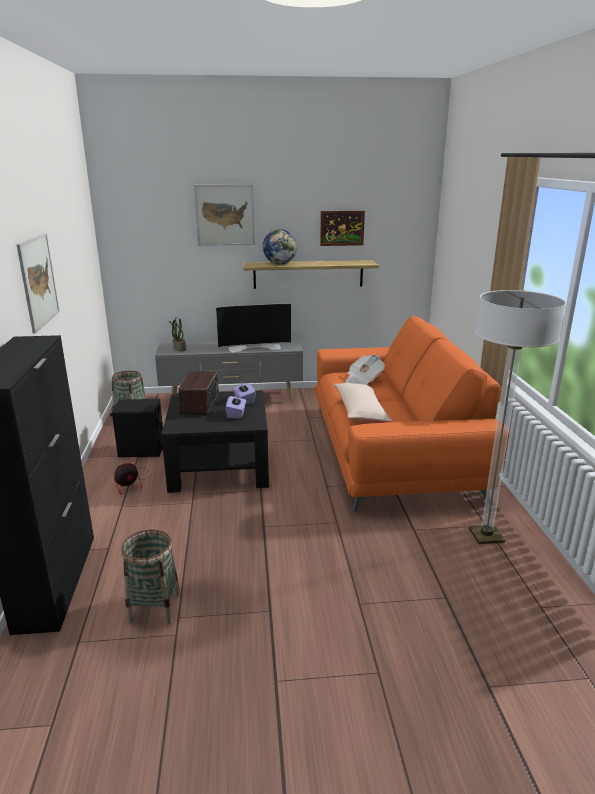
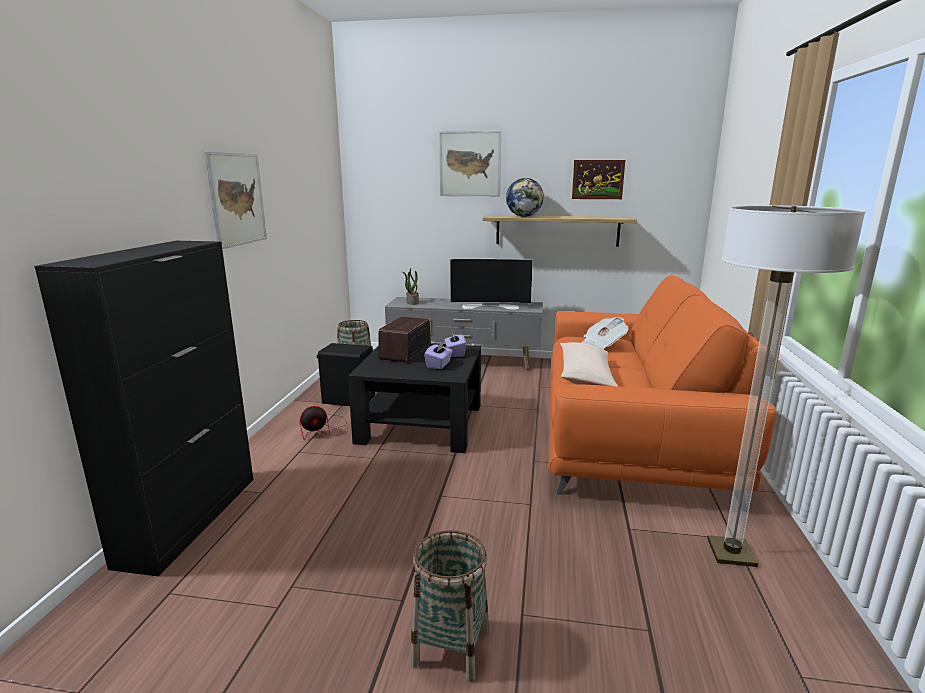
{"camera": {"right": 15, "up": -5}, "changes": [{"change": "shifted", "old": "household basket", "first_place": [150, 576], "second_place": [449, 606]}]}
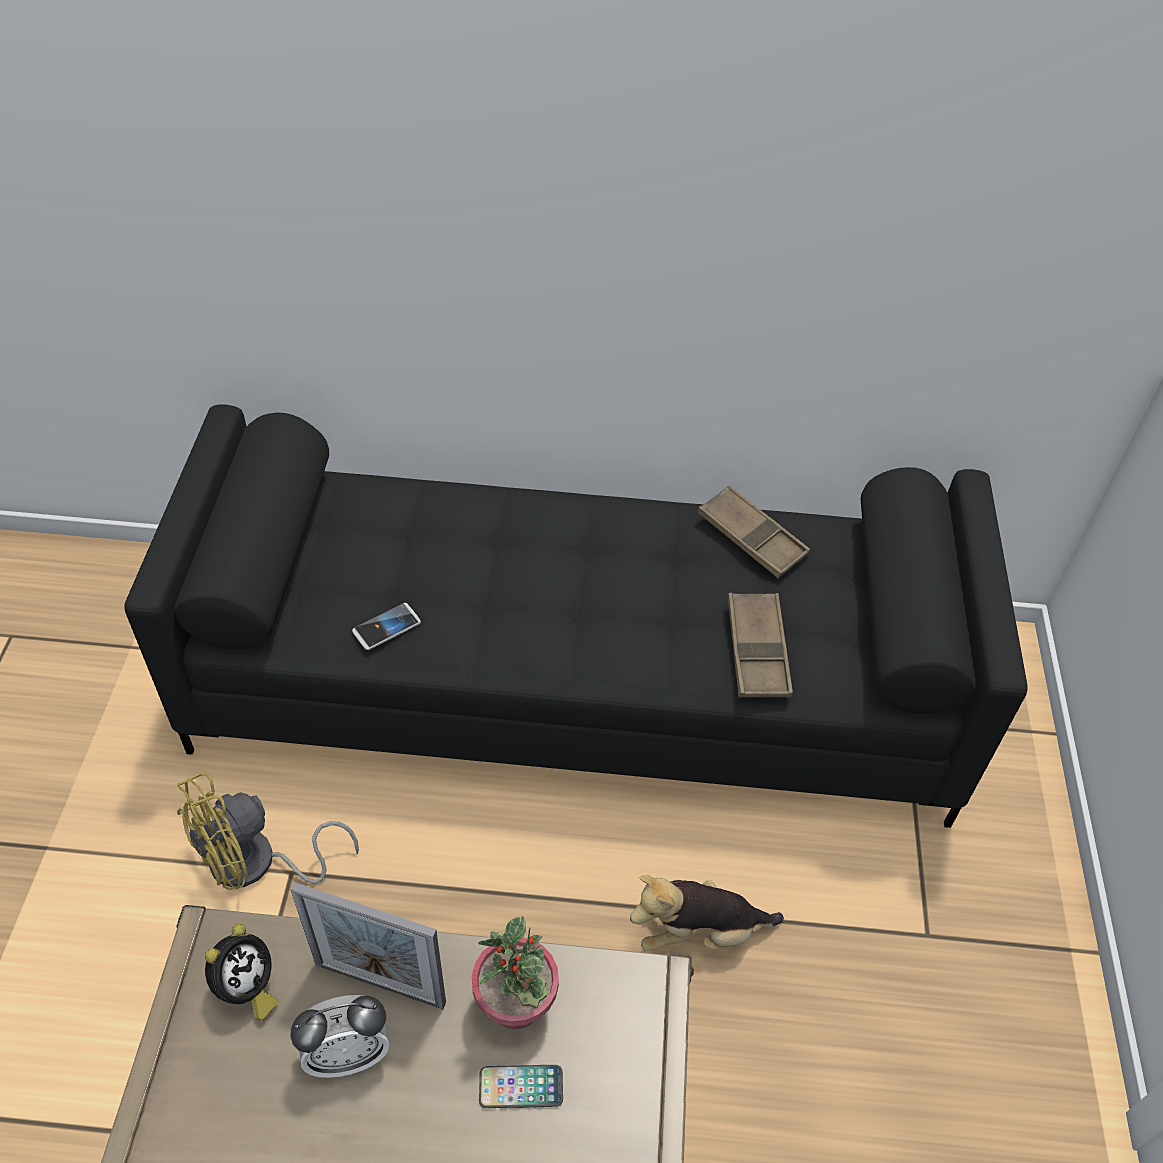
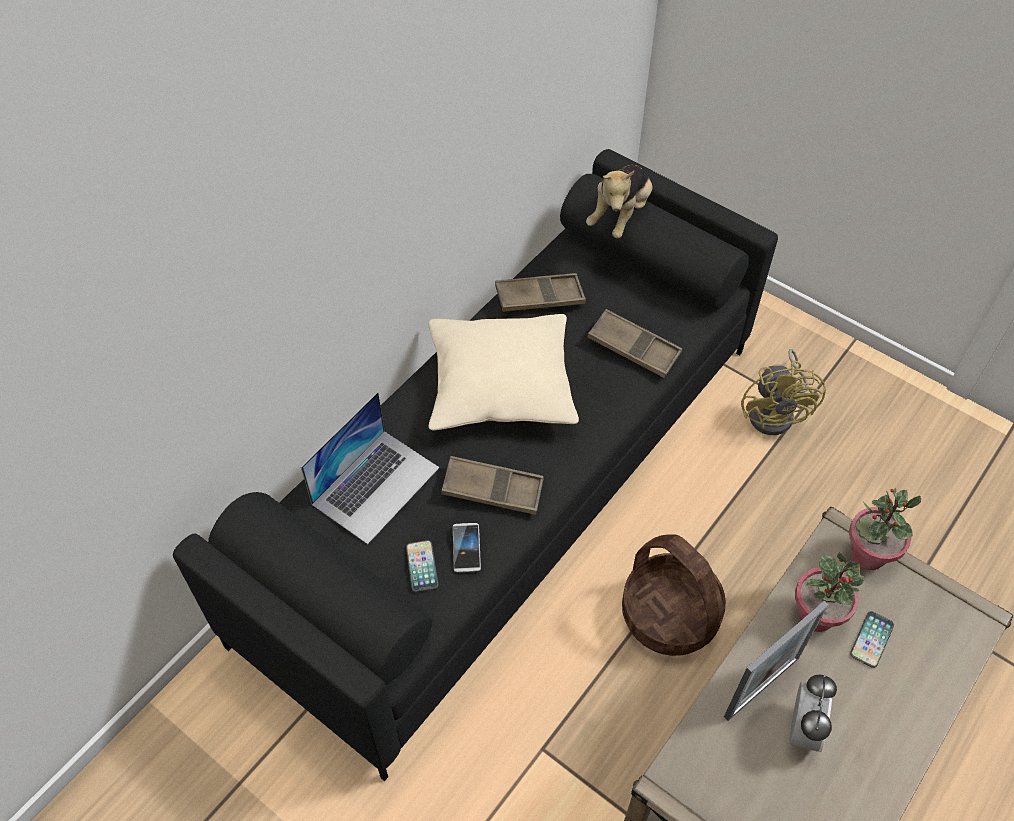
{"camera": {"right": -55, "up": 5}, "changes": [{"change": "gone", "old": "alarm clock", "first_place": [241, 972]}, {"change": "new", "new": "laptop", "second_place": [370, 468]}, {"change": "new", "new": "phone", "second_place": [422, 566]}, {"change": "new", "new": "beige pillow", "second_place": [503, 372]}, {"change": "new", "new": "brown serving tray", "second_place": [492, 485]}, {"change": "new", "new": "household basket", "second_place": [674, 595]}, {"change": "new", "new": "potted plant", "second_place": [885, 529]}, {"change": "shifted", "old": "yellowish fan", "first_place": [268, 831], "second_place": [783, 392]}, {"change": "shifted", "old": "soft toy", "first_place": [707, 913], "second_place": [619, 202]}]}
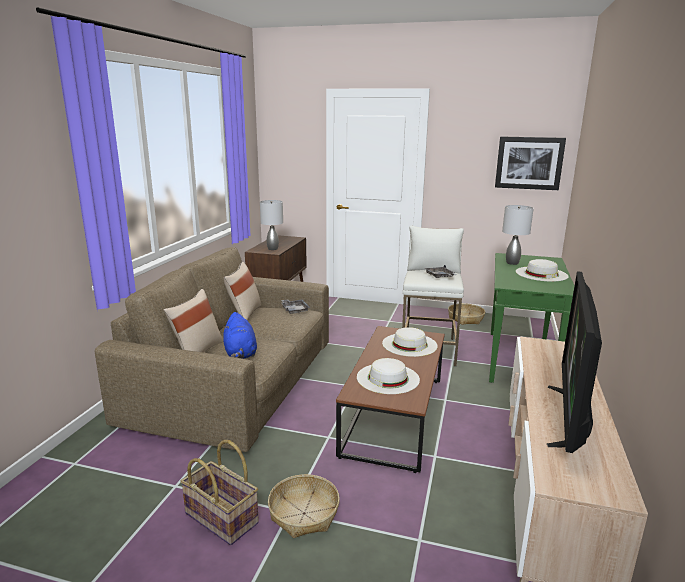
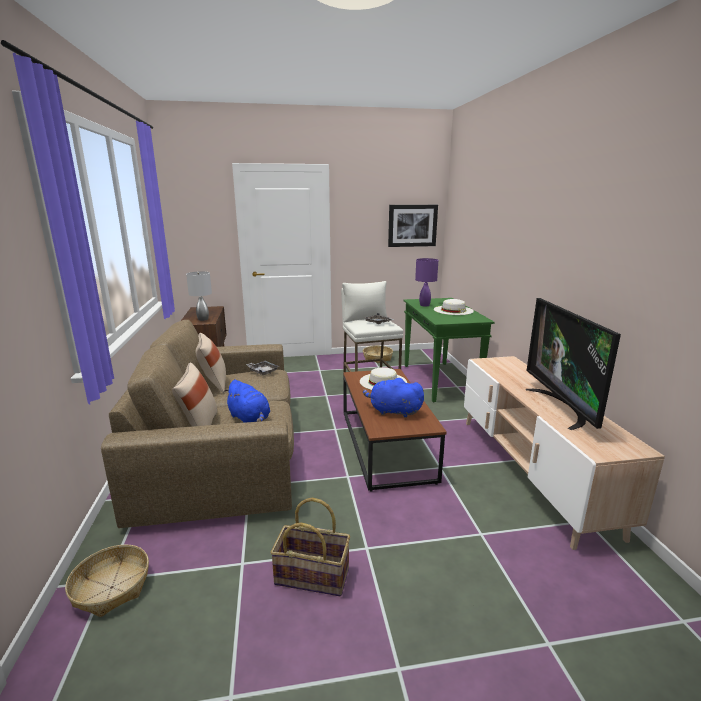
{"camera": {"right": -25, "up": 0}, "changes": [{"change": "shifted", "old": "household basket", "first_place": [304, 506], "second_place": [107, 581]}, {"change": "swapped", "old": "whitish hat", "new": "bluish soft toy", "first_place": [388, 376], "second_place": [393, 398]}, {"change": "repainted", "old": "greyish tabletop lamp", "new": "purplish tabletop lamp", "first_place": [518, 235], "second_place": [426, 282]}]}
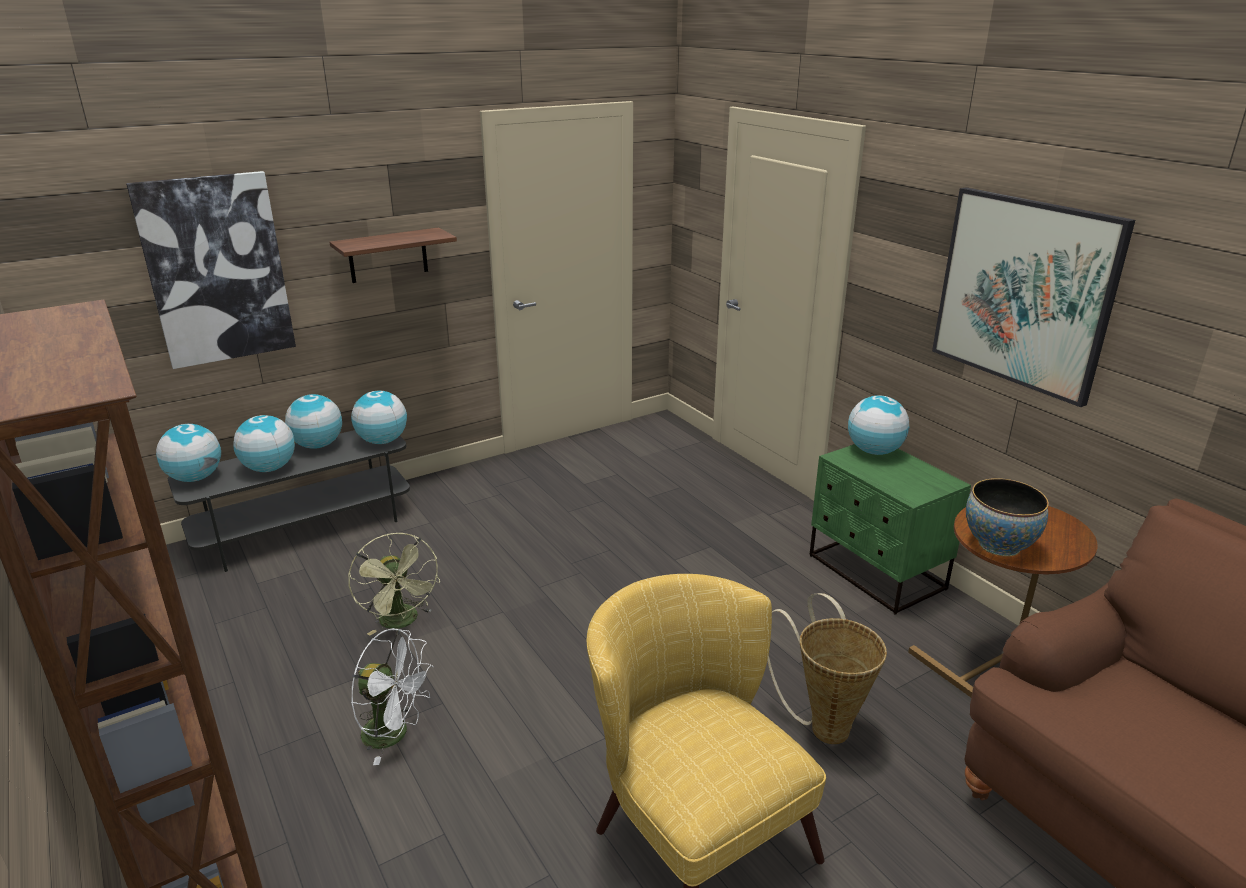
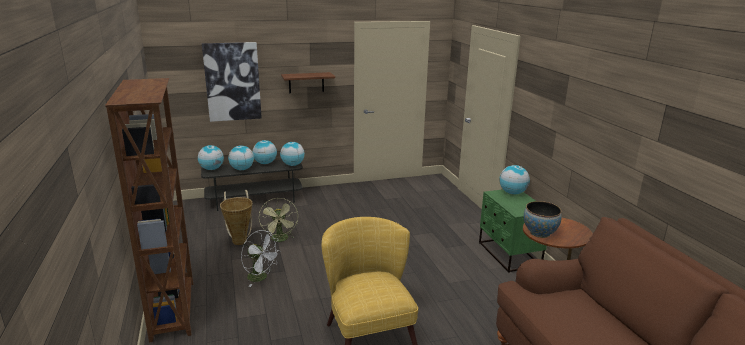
{"camera": {"right": 15, "up": -5}, "changes": [{"change": "gone", "old": "wall art", "first_place": [1033, 297]}, {"change": "shifted", "old": "household basket", "first_place": [827, 668], "second_place": [236, 217]}]}
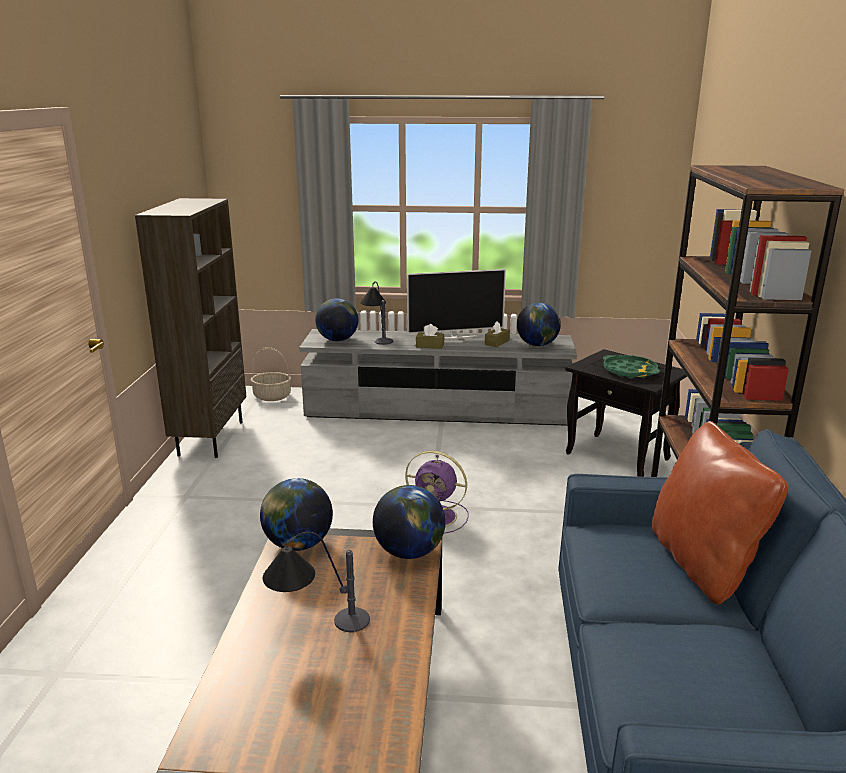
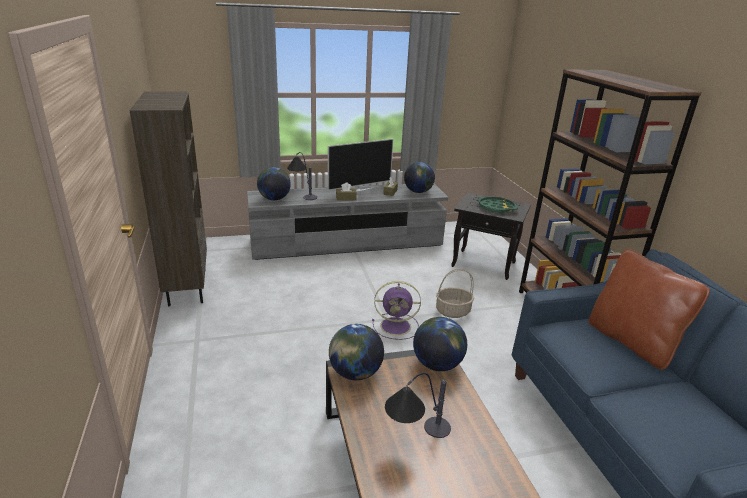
{"camera": {"right": -20, "up": 5}, "changes": [{"change": "shifted", "old": "household basket", "first_place": [271, 374], "second_place": [455, 293]}]}
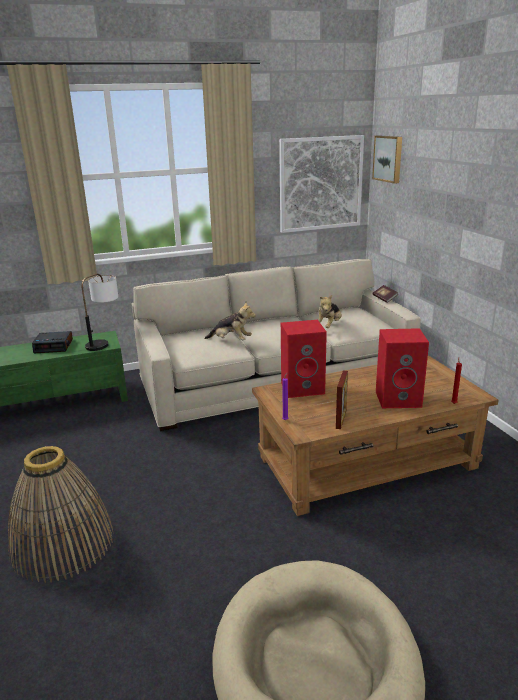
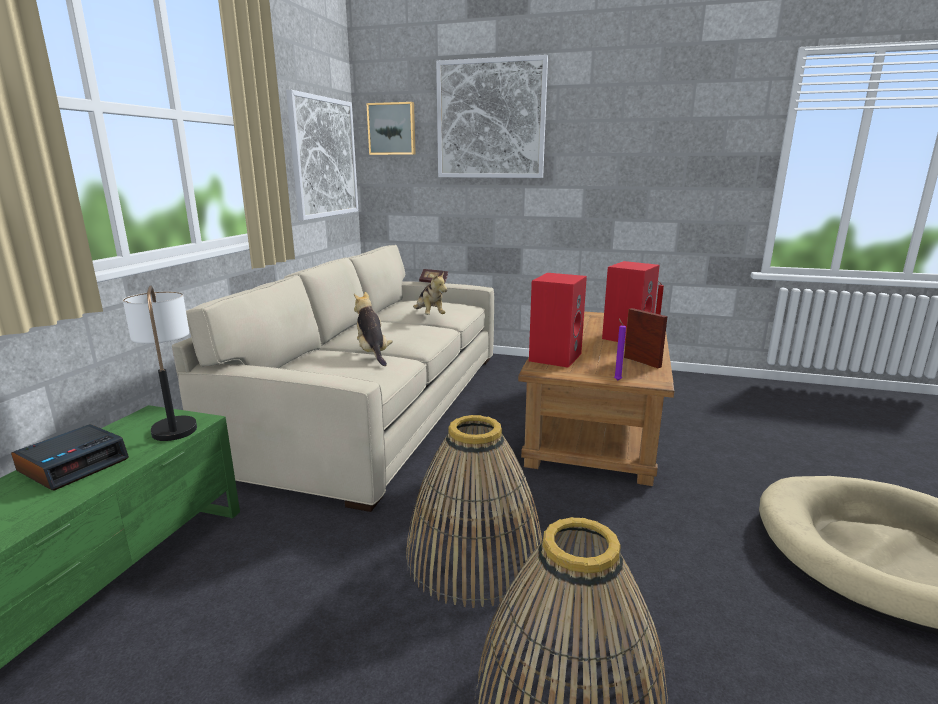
{"camera": {"right": -55, "up": -5}, "changes": [{"change": "new", "new": "household basket", "second_place": [474, 511]}, {"change": "new", "new": "wall art", "second_place": [492, 116]}, {"change": "rotated", "old": "soft toy", "first_place": [230, 321], "second_place": [373, 329], "degrees": -75}]}
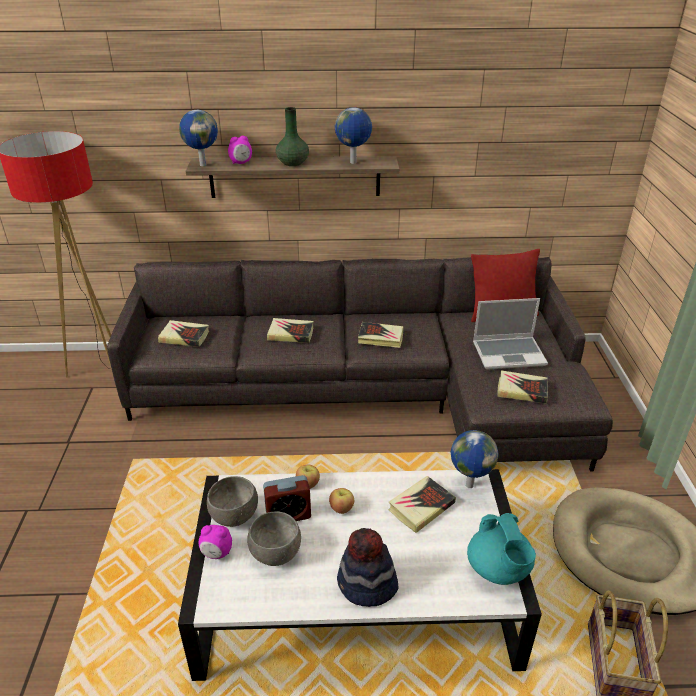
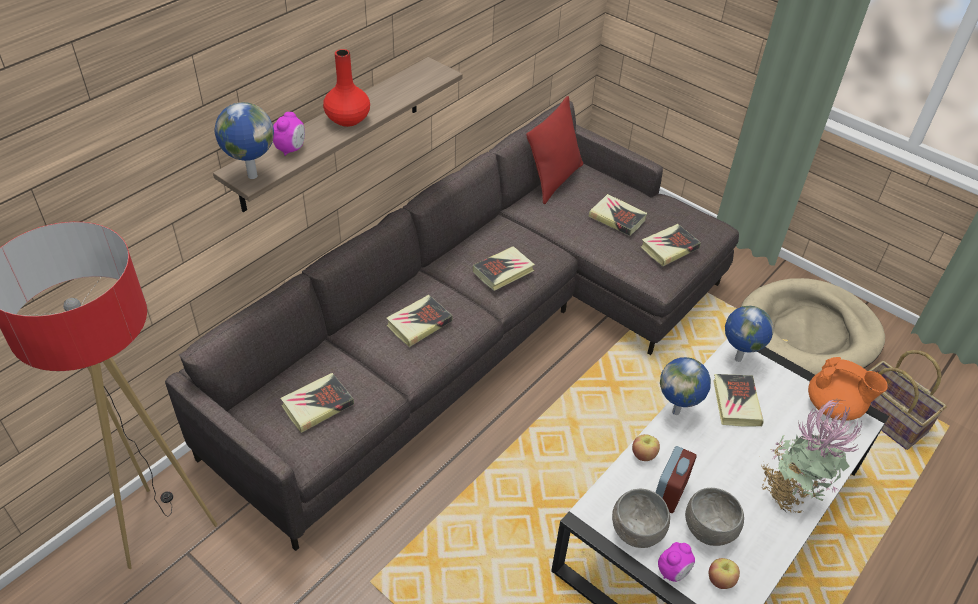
{"camera": {"right": -50, "up": 10}, "changes": [{"change": "shifted", "old": "apple", "first_place": [341, 501], "second_place": [724, 573]}, {"change": "shifted", "old": "globe", "first_place": [353, 135], "second_place": [685, 386]}, {"change": "swapped", "old": "hat", "new": "potted plant", "first_place": [368, 567], "second_place": [811, 457]}, {"change": "swapped", "old": "laptop", "new": "book", "first_place": [510, 334], "second_place": [617, 215]}, {"change": "repainted", "old": "greenish decorative vase", "new": "reddish decorative vase", "first_place": [292, 136], "second_place": [346, 88]}, {"change": "repainted", "old": "turquoise-coloured teapot", "new": "orangey teapot", "first_place": [501, 549], "second_place": [848, 389]}]}
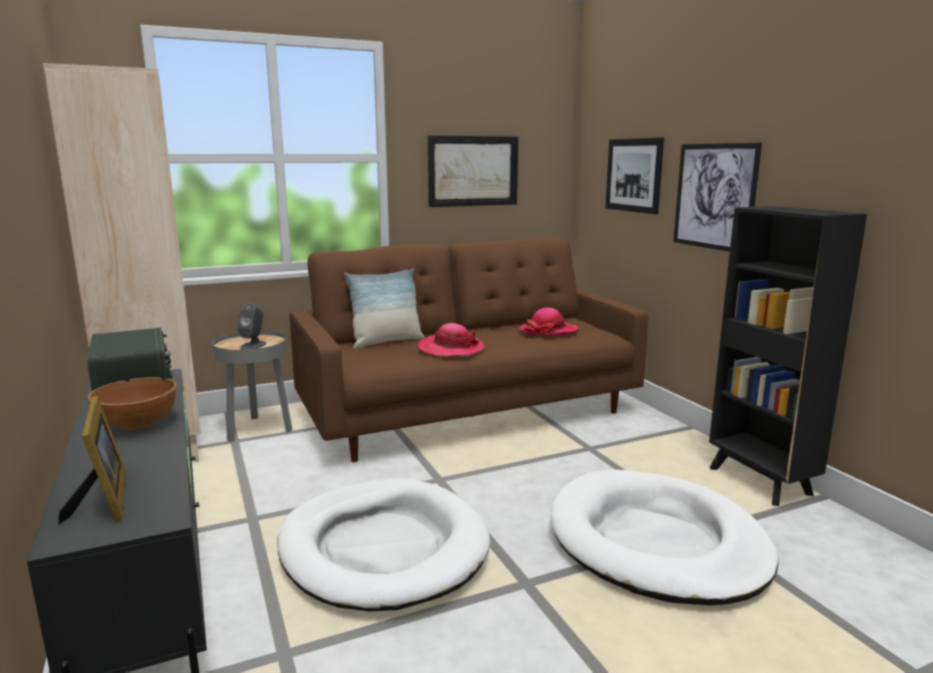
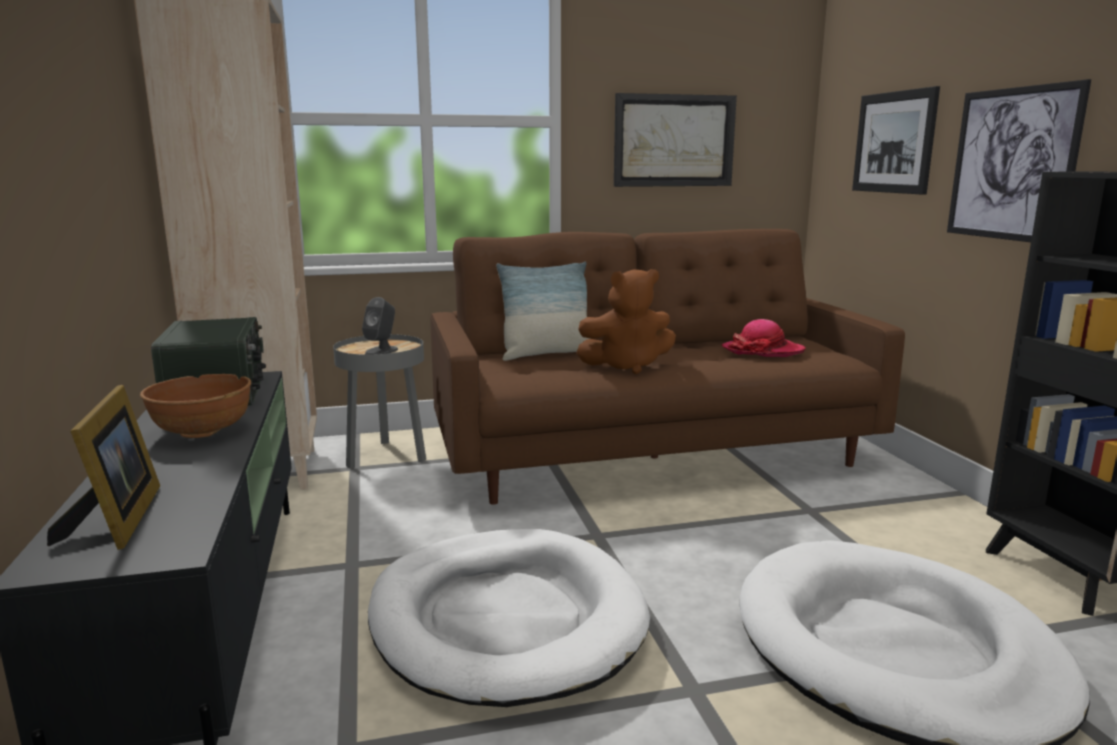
{"camera": {"right": 10, "up": 0}, "changes": [{"change": "swapped", "old": "hat", "new": "brown soft toy", "first_place": [451, 339], "second_place": [626, 321]}]}
